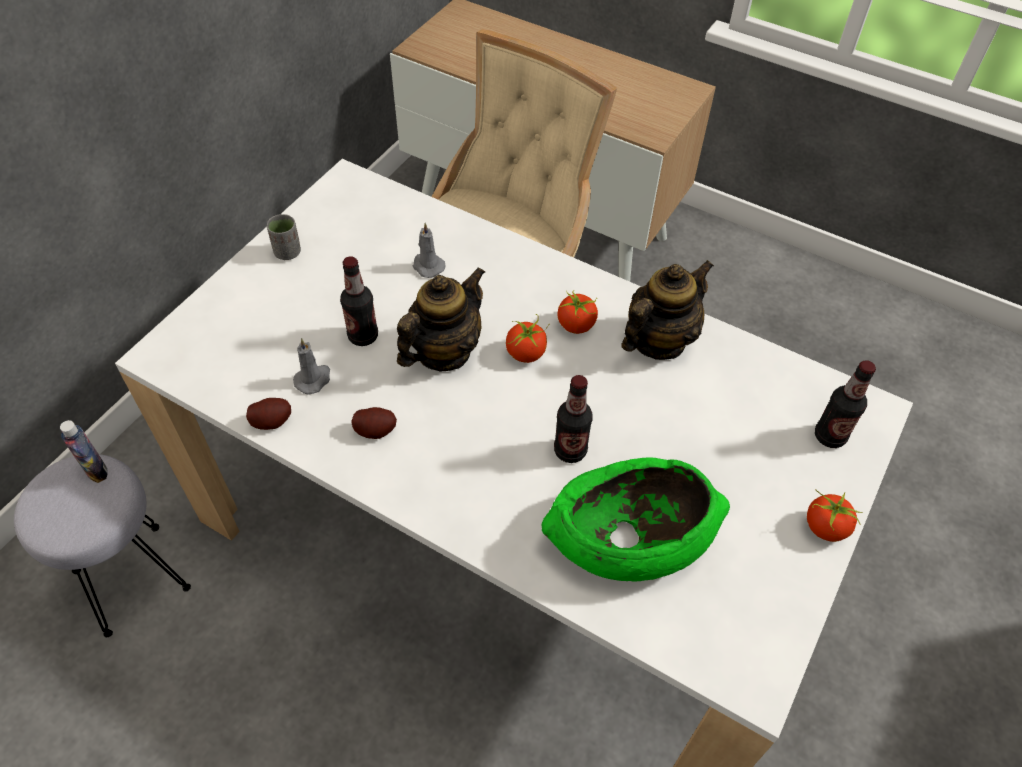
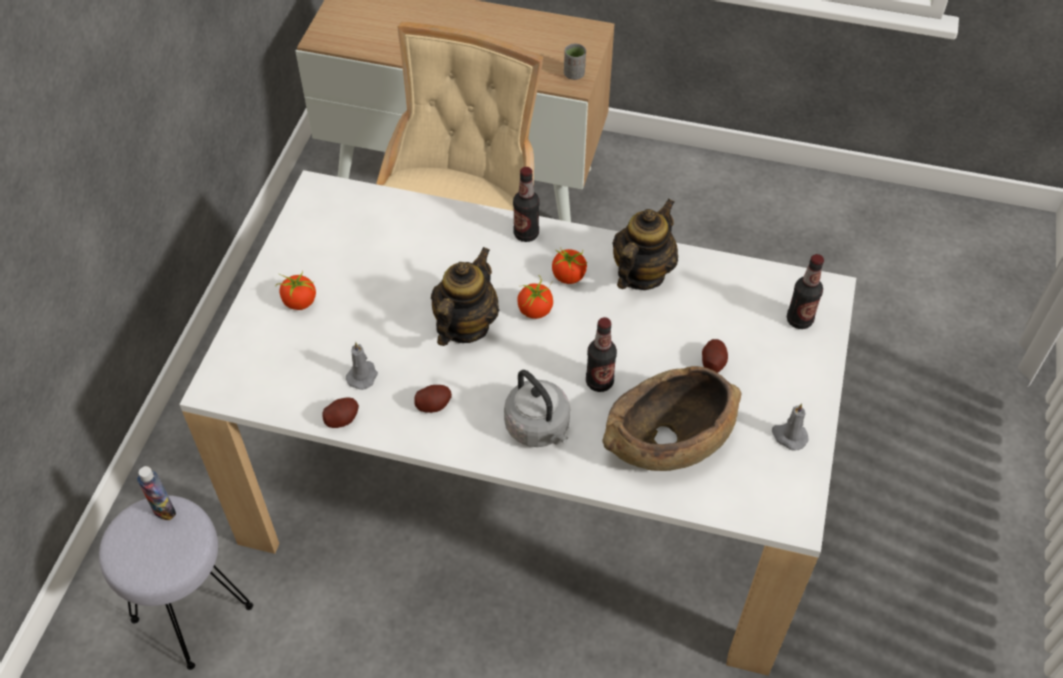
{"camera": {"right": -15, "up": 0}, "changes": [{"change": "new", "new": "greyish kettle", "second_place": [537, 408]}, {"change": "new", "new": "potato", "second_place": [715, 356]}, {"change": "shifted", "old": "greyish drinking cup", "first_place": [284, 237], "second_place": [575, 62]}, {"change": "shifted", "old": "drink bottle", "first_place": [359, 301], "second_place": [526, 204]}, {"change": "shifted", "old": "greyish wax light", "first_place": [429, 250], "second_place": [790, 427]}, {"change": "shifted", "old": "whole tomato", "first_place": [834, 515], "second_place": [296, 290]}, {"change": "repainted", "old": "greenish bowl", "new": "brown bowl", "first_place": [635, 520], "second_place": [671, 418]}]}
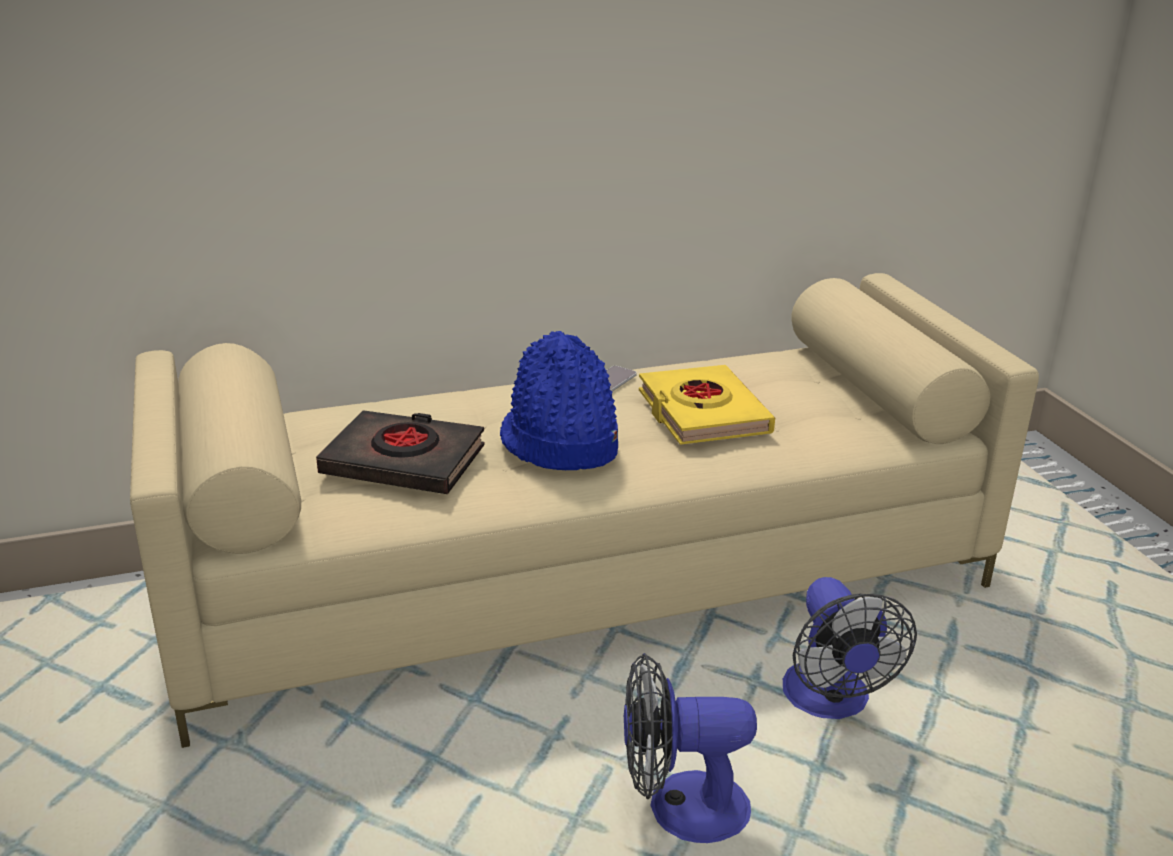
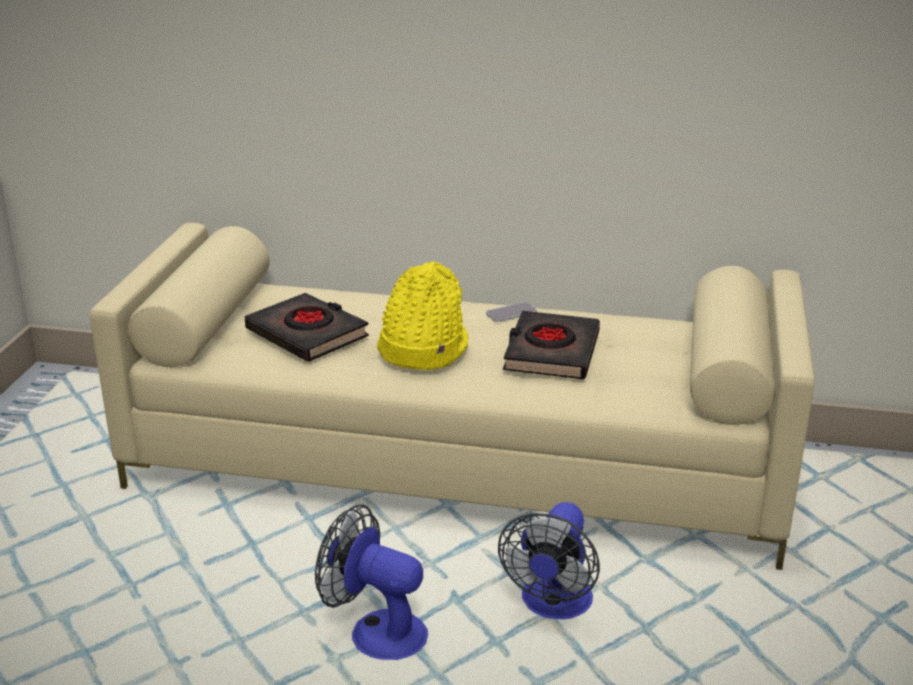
{"camera": {"right": 30, "up": 0}, "changes": [{"change": "repainted", "old": "bluish hat", "new": "yellowish hat", "first_place": [559, 400], "second_place": [423, 315]}, {"change": "repainted", "old": "yellowish book", "new": "blackish book", "first_place": [707, 405], "second_place": [551, 345]}]}
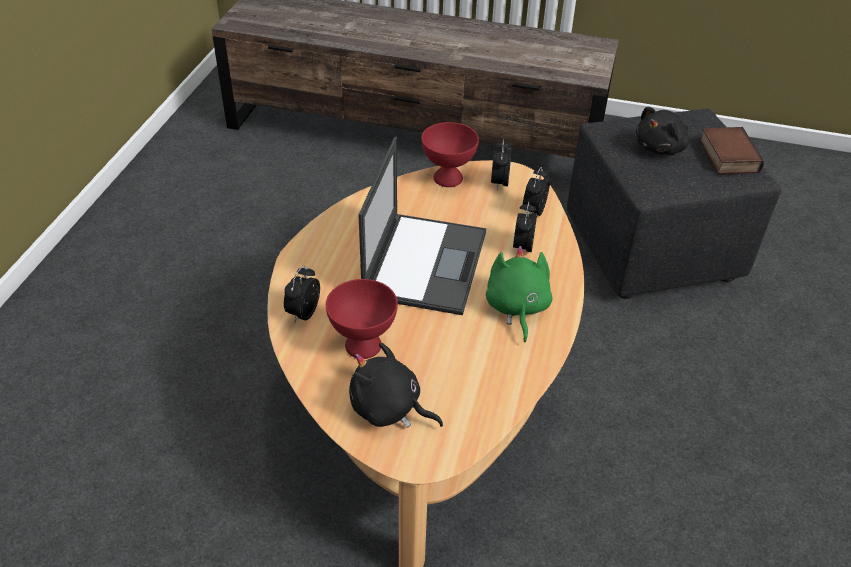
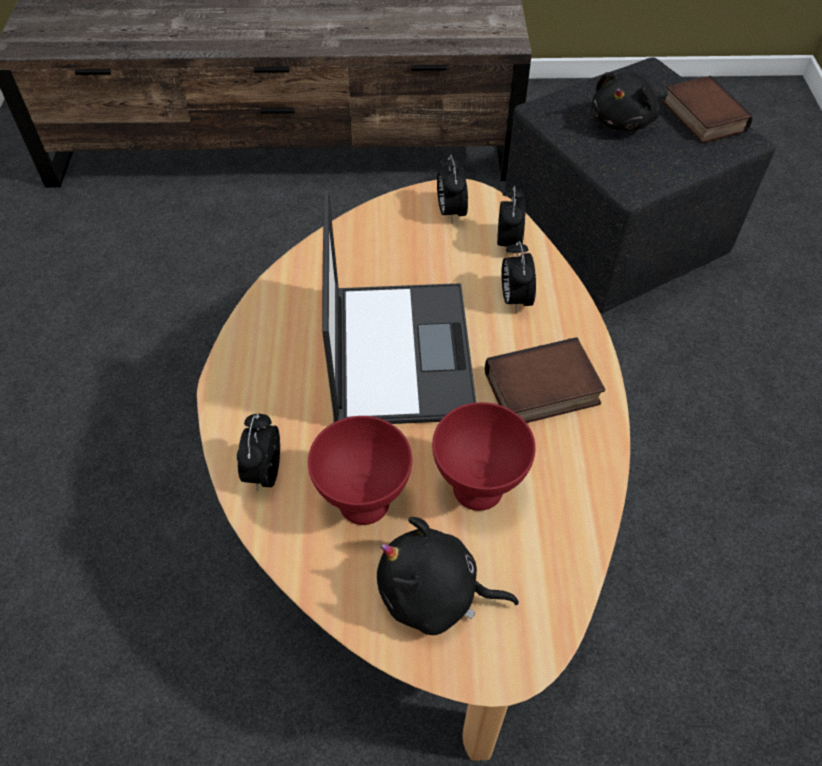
{"camera": {"right": -15, "up": 10}, "changes": [{"change": "shifted", "old": "reddish bowl", "first_place": [450, 154], "second_place": [484, 456]}, {"change": "swapped", "old": "greenish soft toy", "new": "book", "first_place": [519, 294], "second_place": [545, 380]}]}
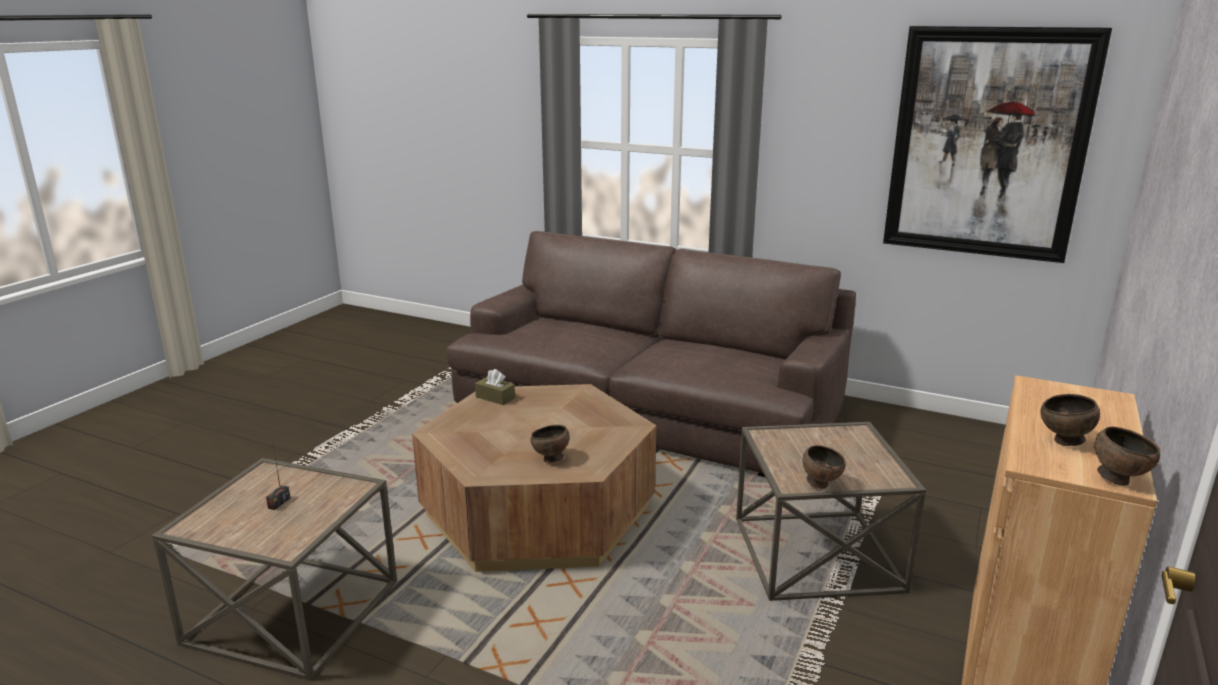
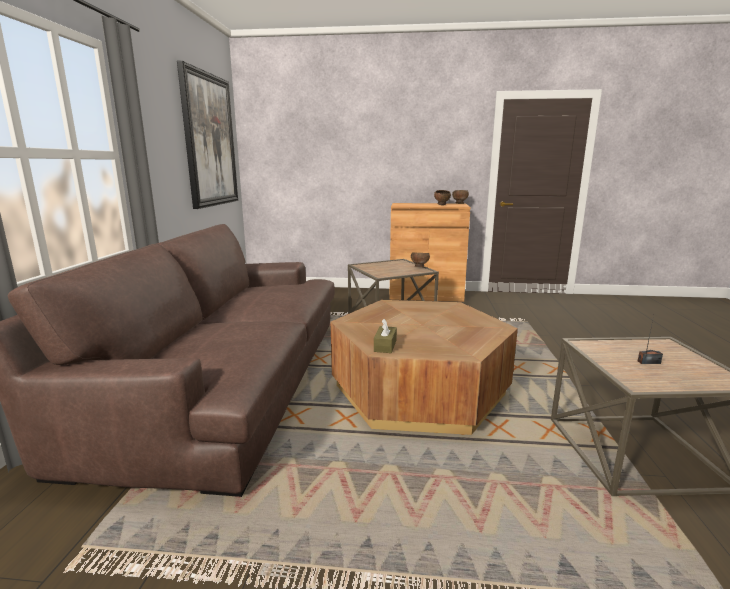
{"camera": {"right": -110, "up": -5}, "changes": [{"change": "gone", "old": "brown bowl", "first_place": [550, 444]}]}
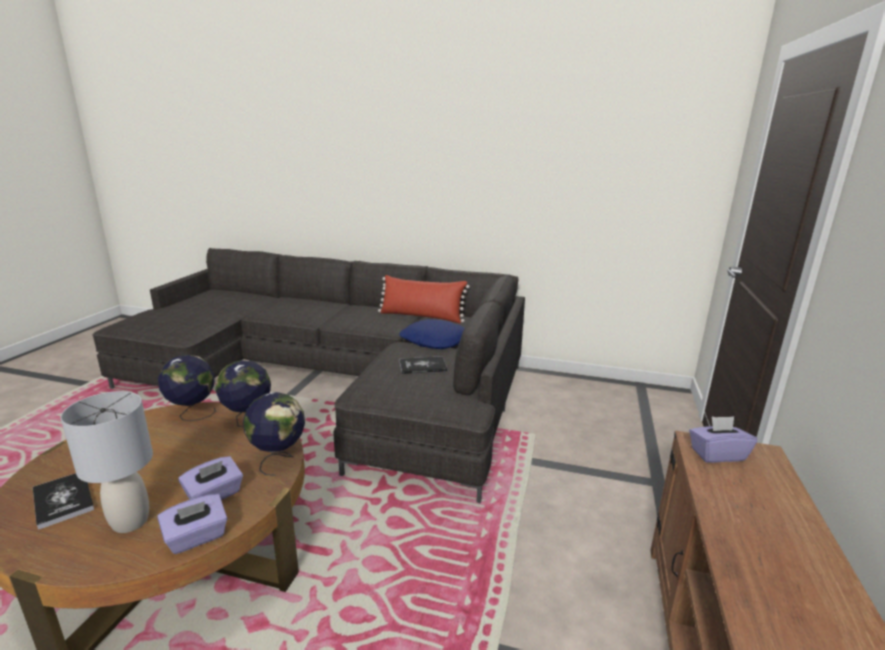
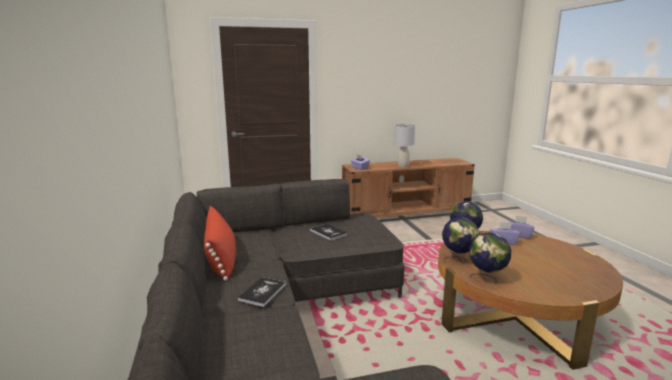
{"camera": {"right": -120, "up": -5}, "changes": [{"change": "gone", "old": "bluish pillow", "first_place": [432, 334]}, {"change": "shifted", "old": "book", "first_place": [63, 501], "second_place": [261, 292]}, {"change": "shifted", "old": "greyish tabletop lamp", "first_place": [106, 462], "second_place": [404, 145]}]}
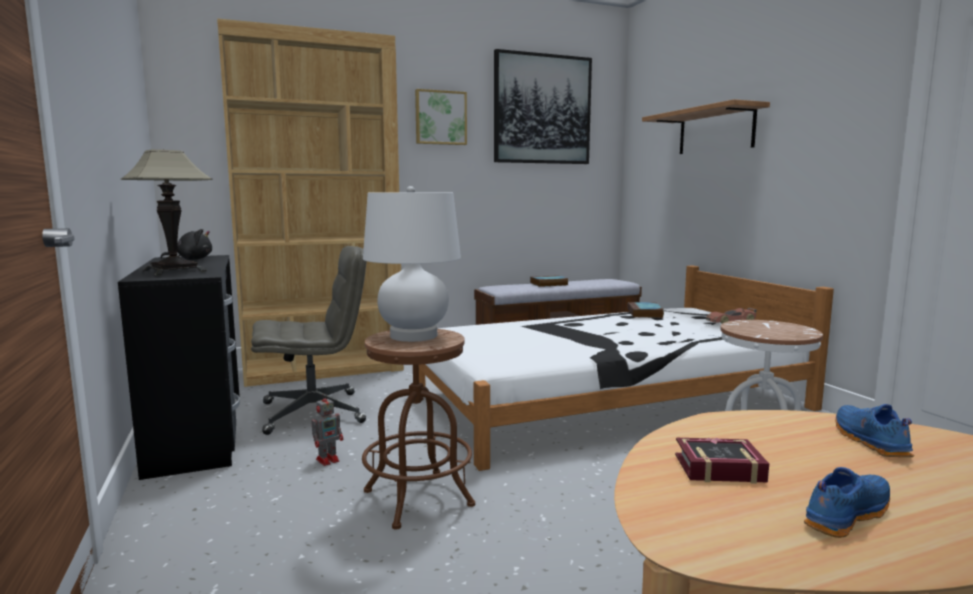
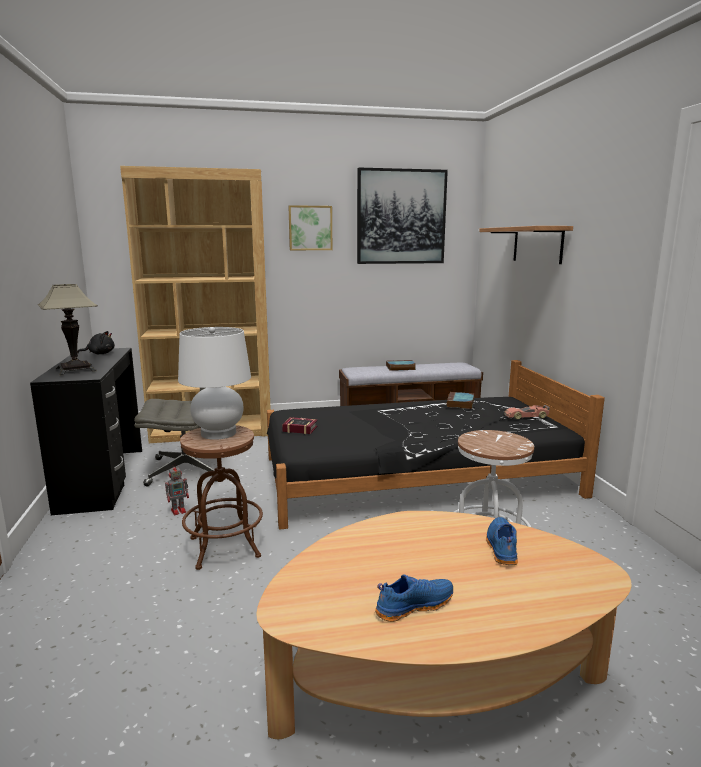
{"camera": {"right": 10, "up": 5}, "changes": [{"change": "shifted", "old": "book", "first_place": [722, 461], "second_place": [299, 425]}, {"change": "repainted", "old": "whitish bedroom bed", "new": "blackish bedroom bed", "first_place": [626, 368], "second_place": [436, 445]}]}
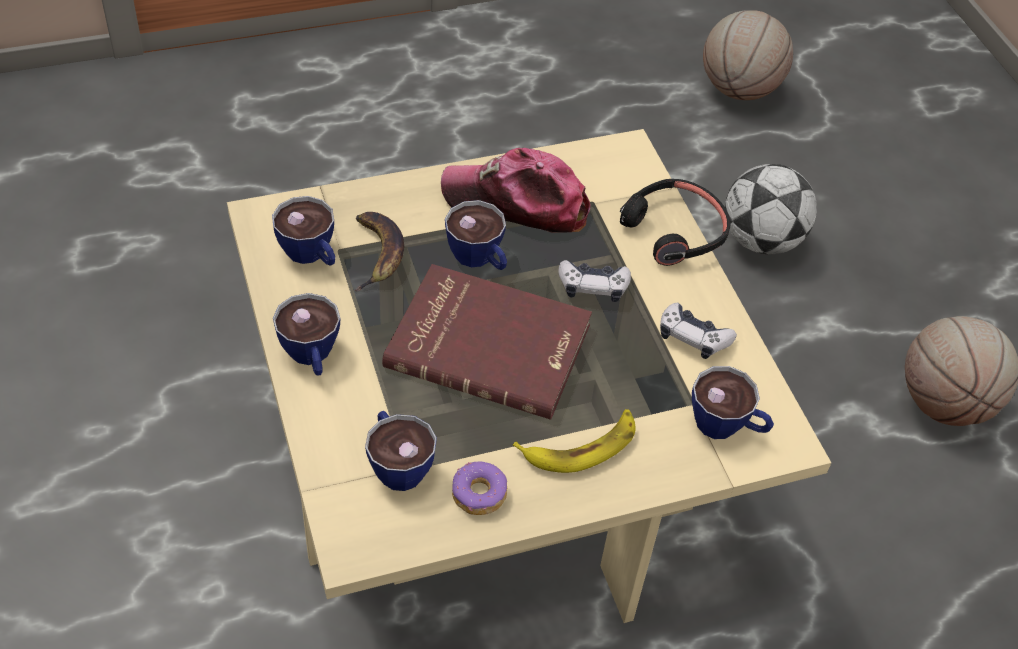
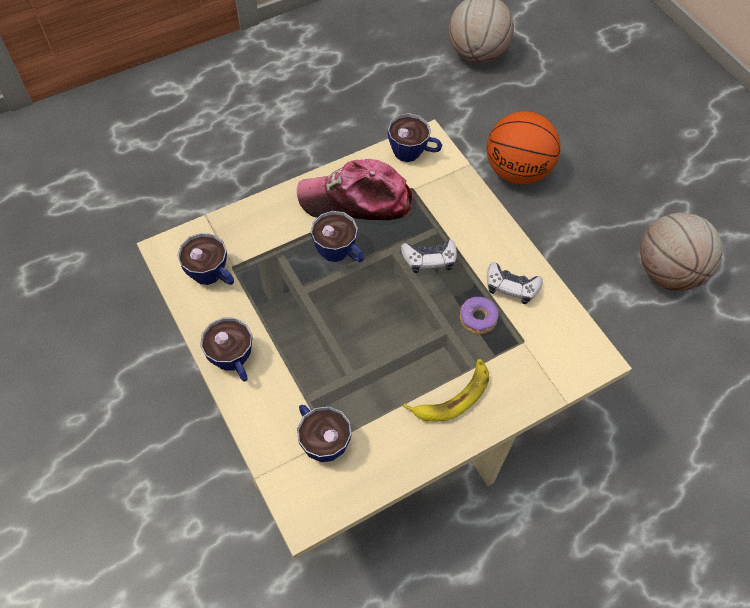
{"camera": {"right": -10, "up": 10}, "changes": [{"change": "gone", "old": "whole banana", "first_place": [379, 251]}, {"change": "gone", "old": "reddish book", "first_place": [487, 342]}, {"change": "gone", "old": "blackish pair of headphones", "first_place": [675, 222]}, {"change": "shifted", "old": "doughnut", "first_place": [479, 488], "second_place": [479, 315]}, {"change": "shifted", "old": "drinking cup", "first_place": [733, 402], "second_place": [415, 137]}, {"change": "swapped", "old": "football", "new": "basketball", "first_place": [771, 209], "second_place": [524, 147]}]}
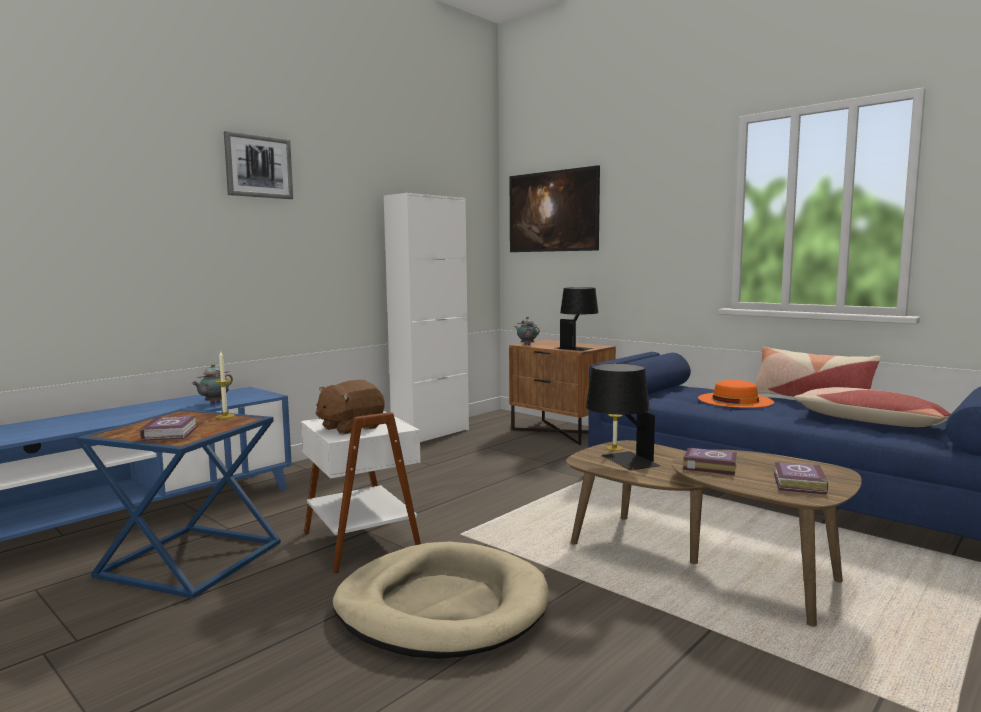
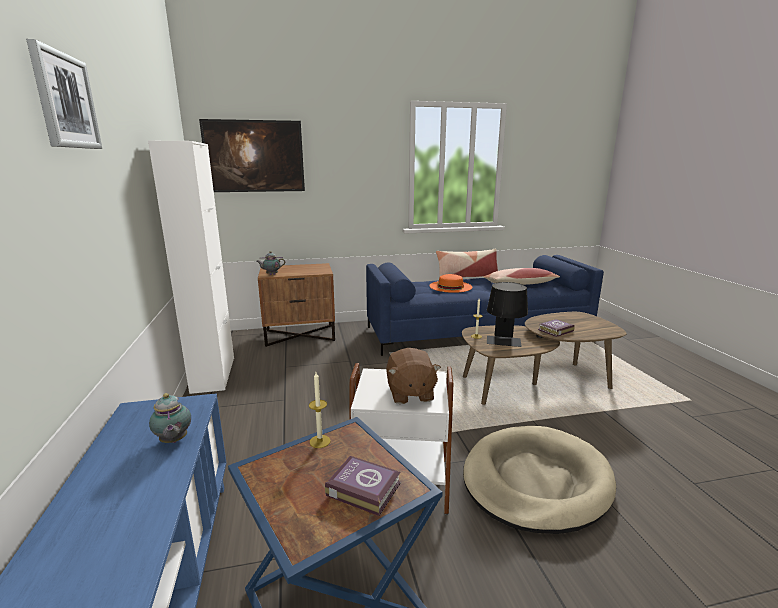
{"camera": {"right": -55, "up": 10}, "changes": [{"change": "gone", "old": "blackish tabletop lamp", "first_place": [576, 319]}, {"change": "gone", "old": "book", "first_place": [801, 478]}]}
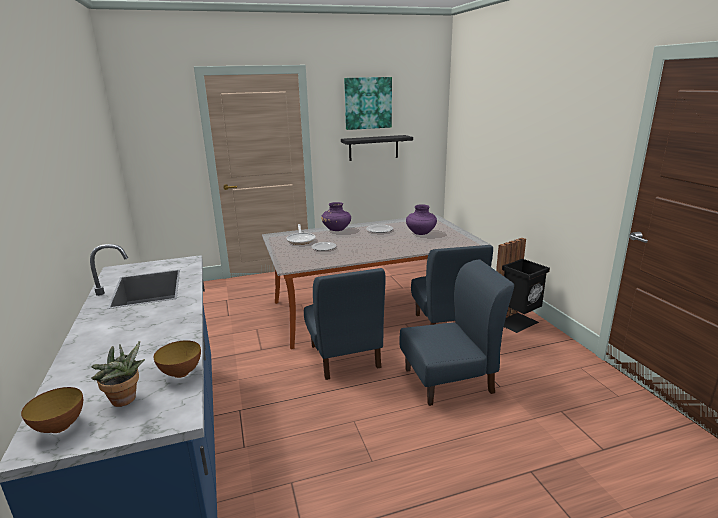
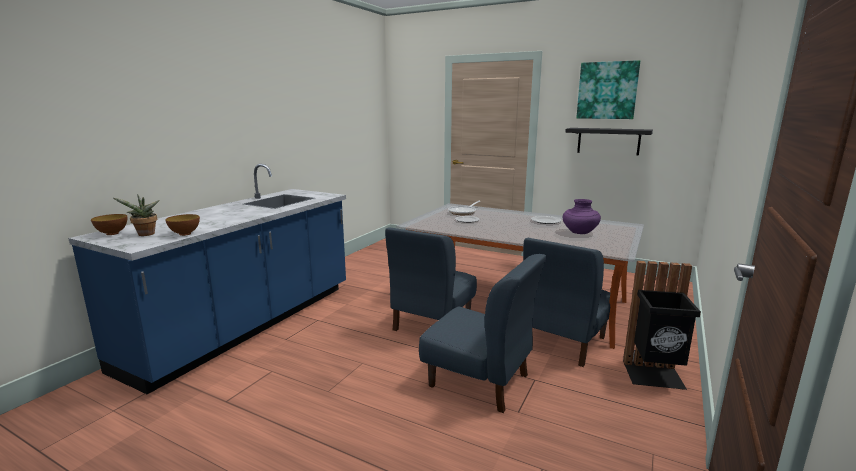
{"camera": {"right": 45, "up": -5}, "changes": [{"change": "gone", "old": "purplish decorative vase", "first_place": [336, 216]}]}
